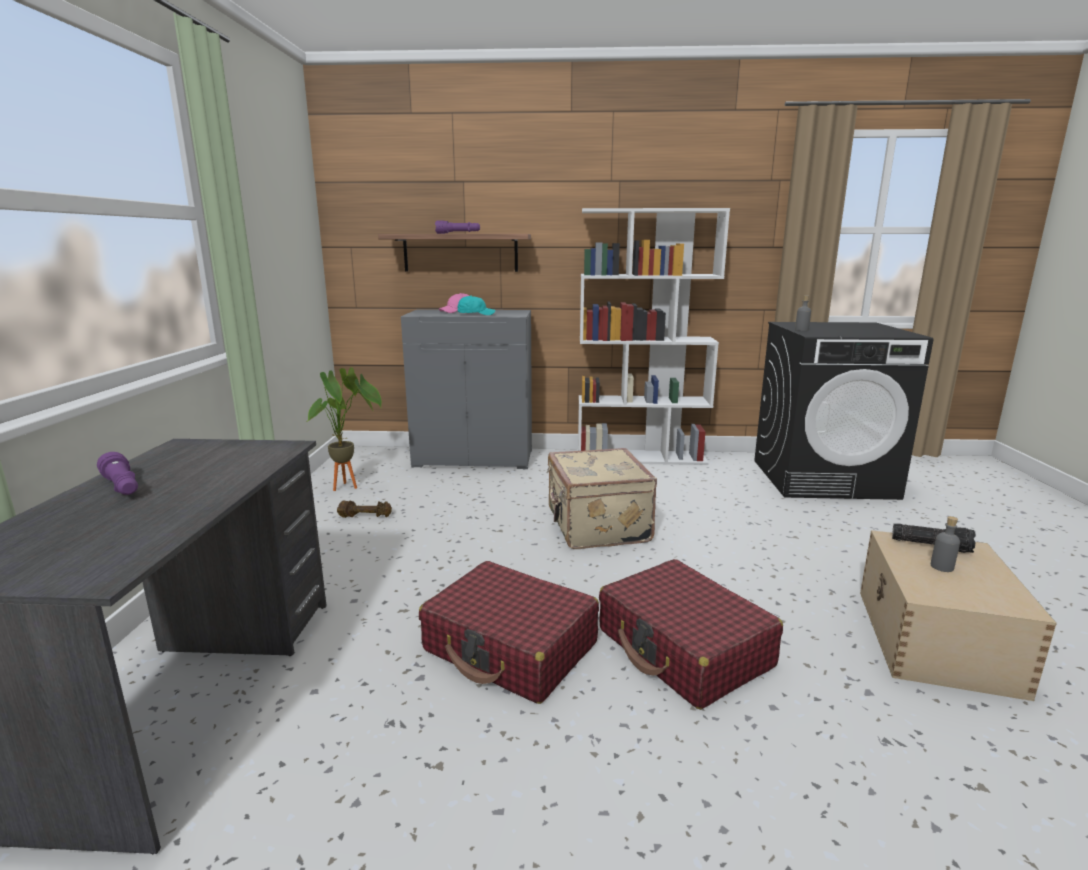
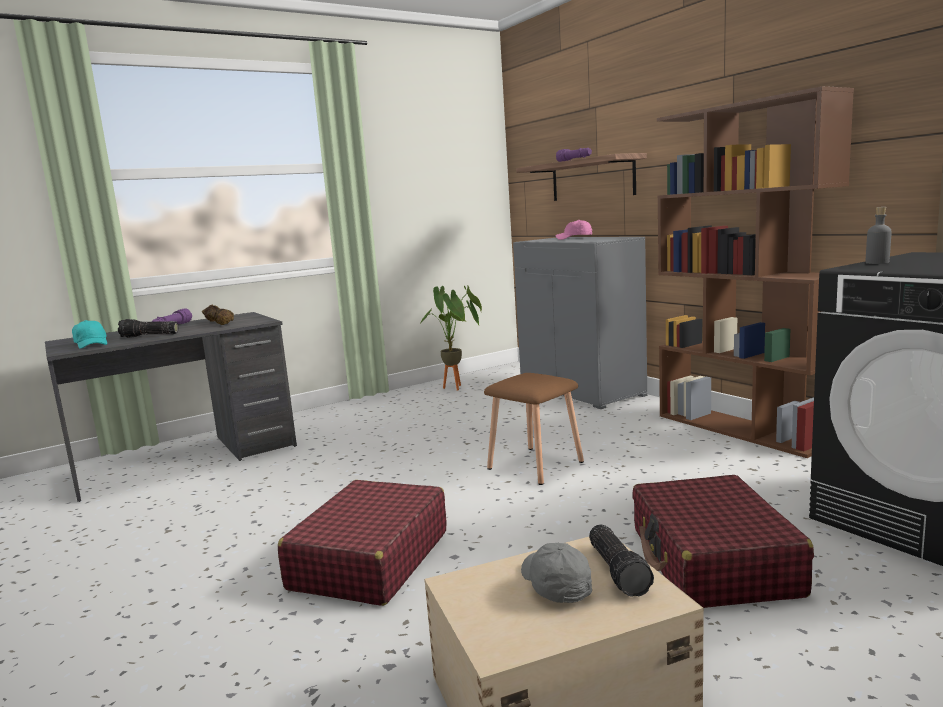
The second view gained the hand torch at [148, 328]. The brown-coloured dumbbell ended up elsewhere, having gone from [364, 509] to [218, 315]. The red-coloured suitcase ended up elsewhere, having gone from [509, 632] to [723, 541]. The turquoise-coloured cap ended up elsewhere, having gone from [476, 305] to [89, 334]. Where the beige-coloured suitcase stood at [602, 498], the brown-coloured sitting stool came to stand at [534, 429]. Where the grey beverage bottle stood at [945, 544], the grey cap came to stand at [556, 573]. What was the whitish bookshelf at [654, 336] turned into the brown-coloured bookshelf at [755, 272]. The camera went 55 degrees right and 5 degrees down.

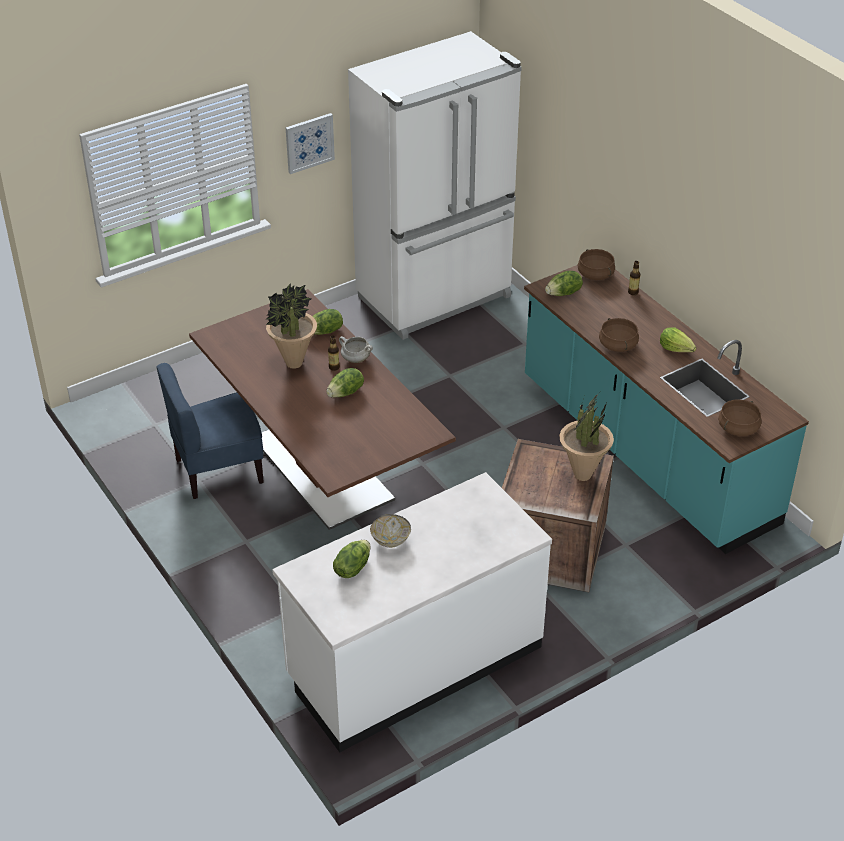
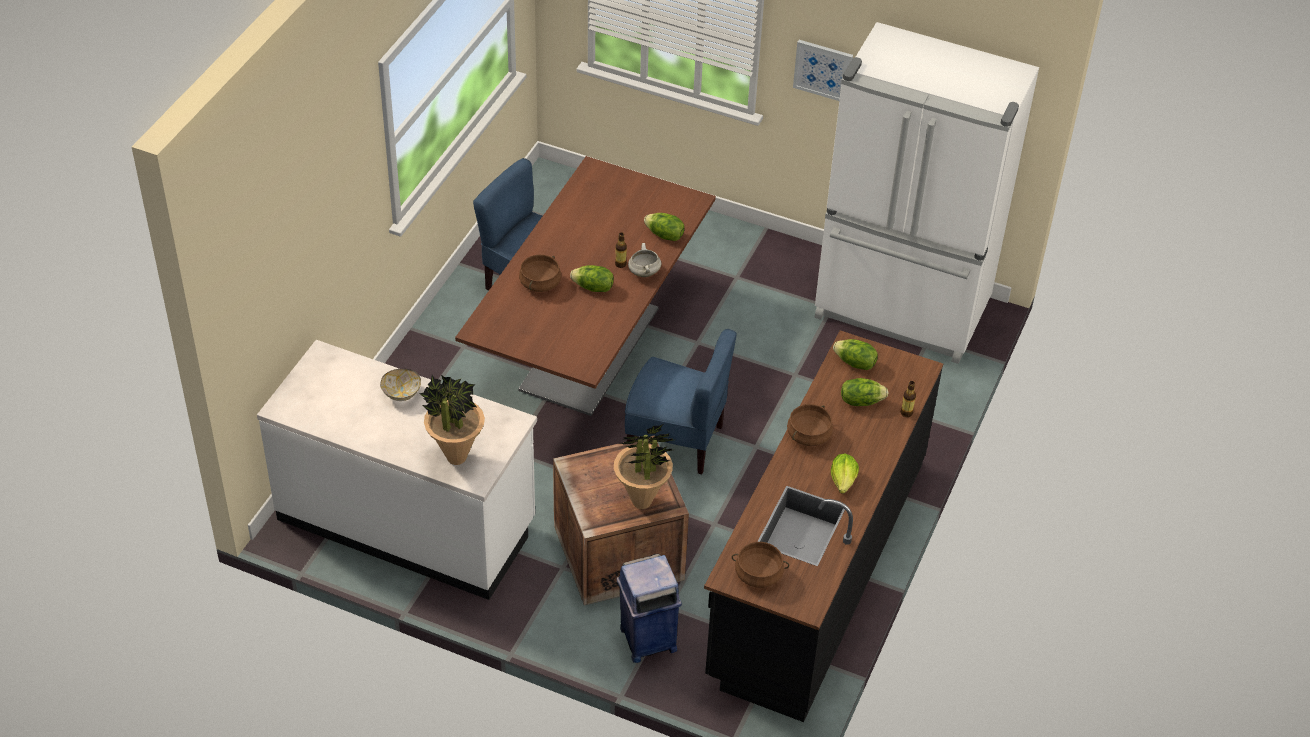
The second view gained the bluish waste bin at [649, 608]. The second view gained the bluish plain chair at [681, 401]. The potted plant ended up elsewhere, having gone from [291, 326] to [452, 420]. The lettuce ended up elsewhere, having gone from [352, 559] to [864, 392]. The brown-coloured stockpot ended up elsewhere, having gone from [596, 264] to [540, 273]. What was the turquoise-coloured counter at [666, 409] turned into the blackish counter at [823, 526]. The camera went 55 degrees right and 5 degrees up.

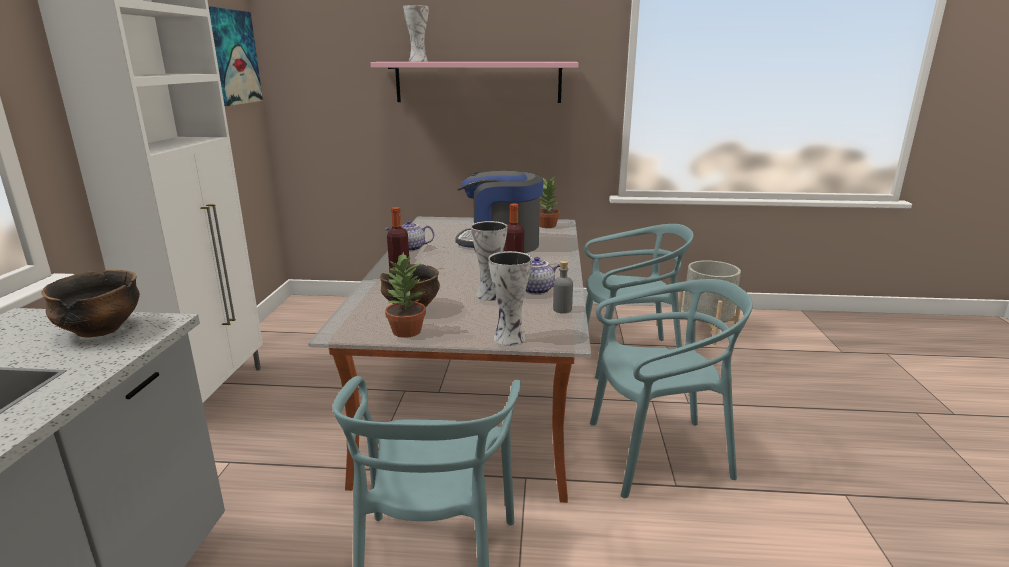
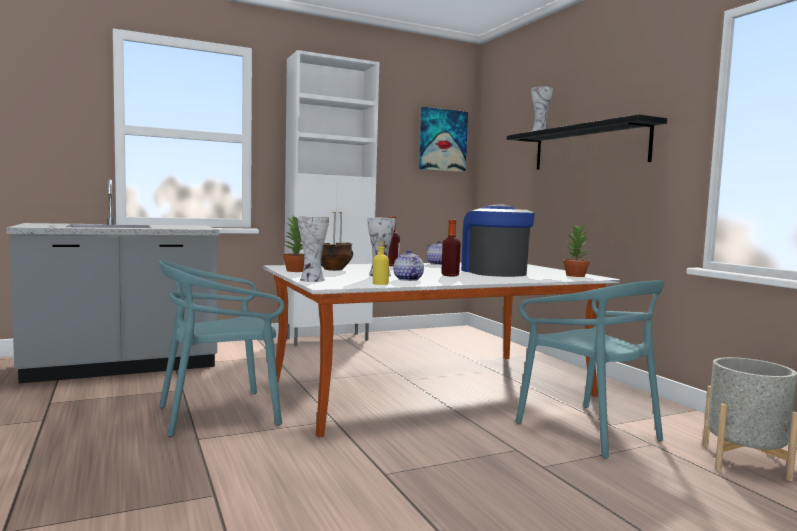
The second view lost the serving bowl at [90, 303]. The second view lost the turquoise-coloured plain chair at [671, 388]. What was the pink-coloured bracket shelf at [475, 82] turned into the blackish bracket shelf at [587, 142]. What was the grey beverage bottle at [563, 286] turned into the yellow-coloured beverage bottle at [381, 263]. The camera went 60 degrees right and 15 degrees down.

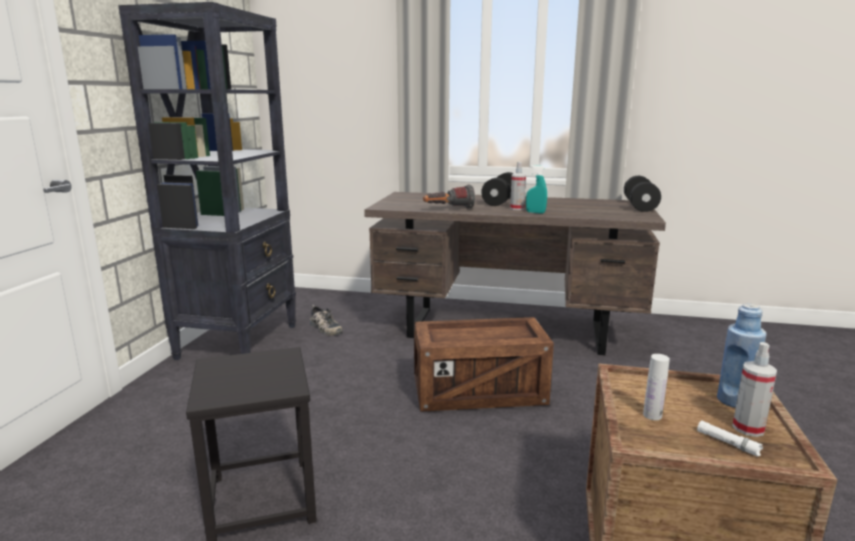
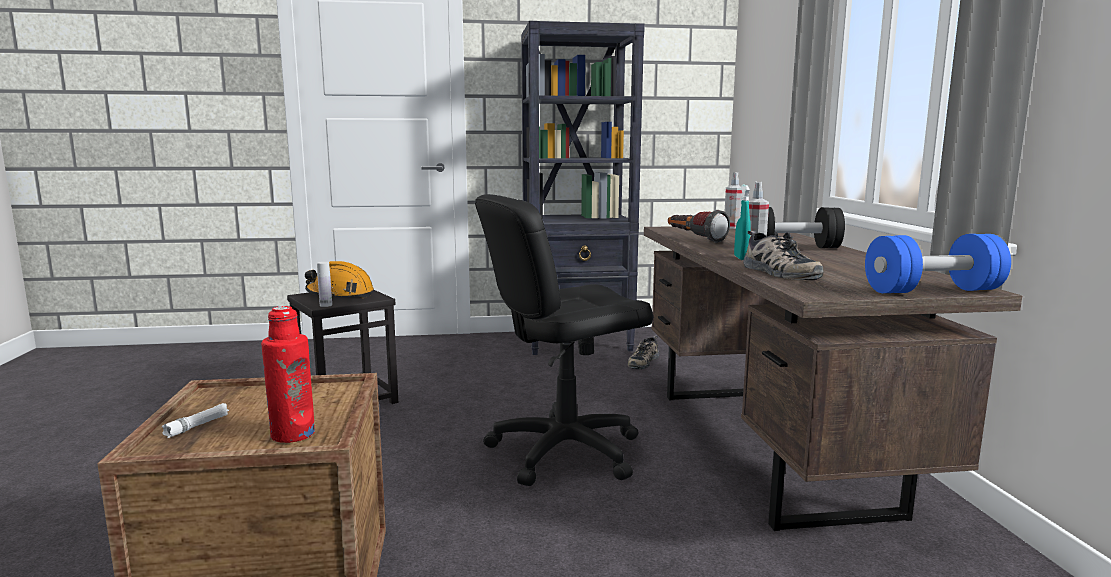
The second view gained the orange work helmet at [339, 279]. The second view gained the shoe at [783, 255]. The whitish beverage bottle ended up elsewhere, having gone from [656, 387] to [324, 284]. The hand sprayer ended up elsewhere, having gone from [754, 389] to [733, 200]. Where the crate stood at [484, 364], the blackish office chair came to stand at [564, 340]. What was the blackish dumbbell at [642, 194] turned into the bluish dumbbell at [938, 263]. What was the bluish beverage bottle at [742, 356] turned into the red-coloured beverage bottle at [288, 374]. The camera went 70 degrees right and 5 degrees down.

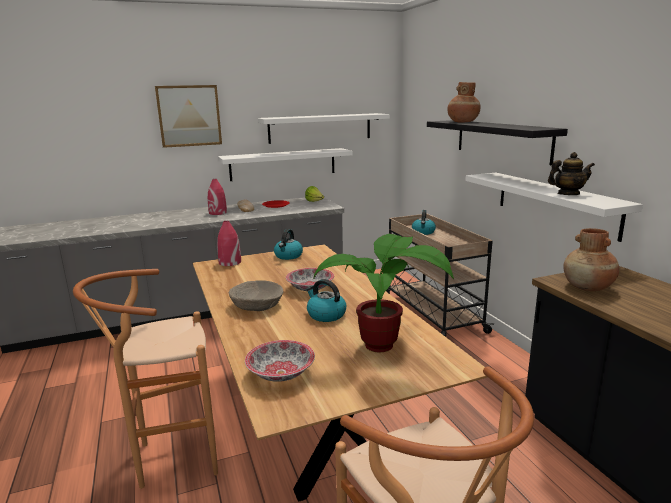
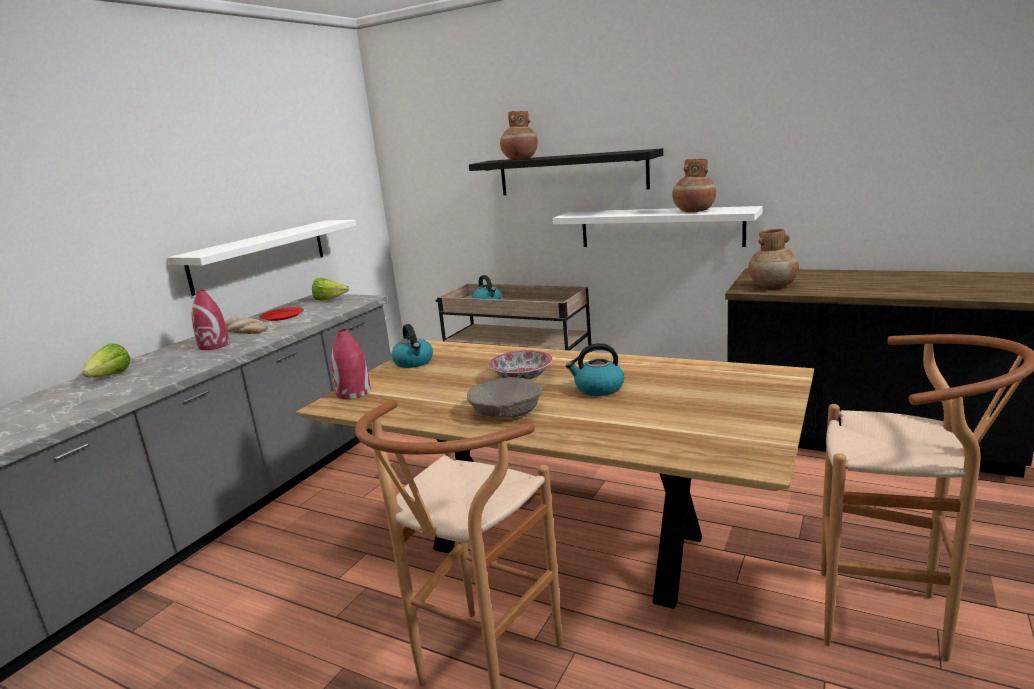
The second view lost the wall art at [188, 116]. The second view lost the serving bowl at [280, 361]. The second view lost the whitish bracket shelf at [324, 128]. The second view lost the potted plant at [384, 293]. The second view gained the lettuce at [106, 360]. Where the tea pot stood at [571, 173], the brown-coloured decorative vase came to stand at [694, 185]. The camera went 40 degrees left and 0 degrees up.

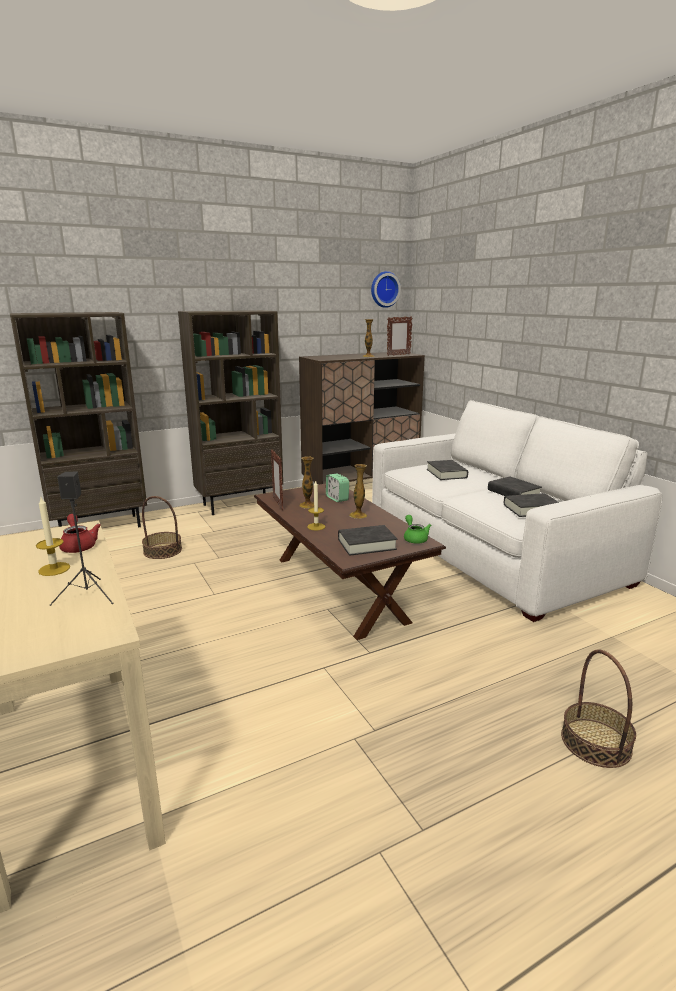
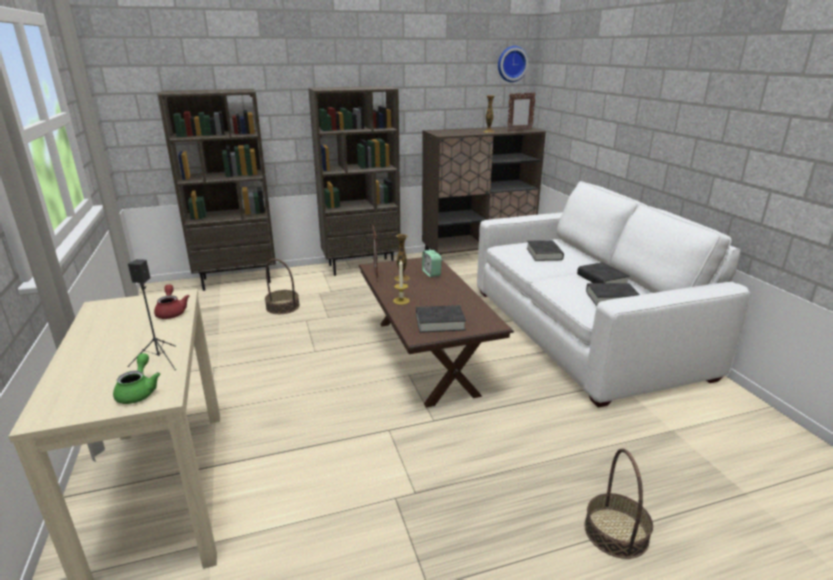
The second view lost the wax candle at [53, 536]. The second view lost the decorative vase at [358, 491]. The greenish tea pot ended up elsewhere, having gone from [417, 529] to [136, 378]. The camera went 10 degrees right and 5 degrees up.

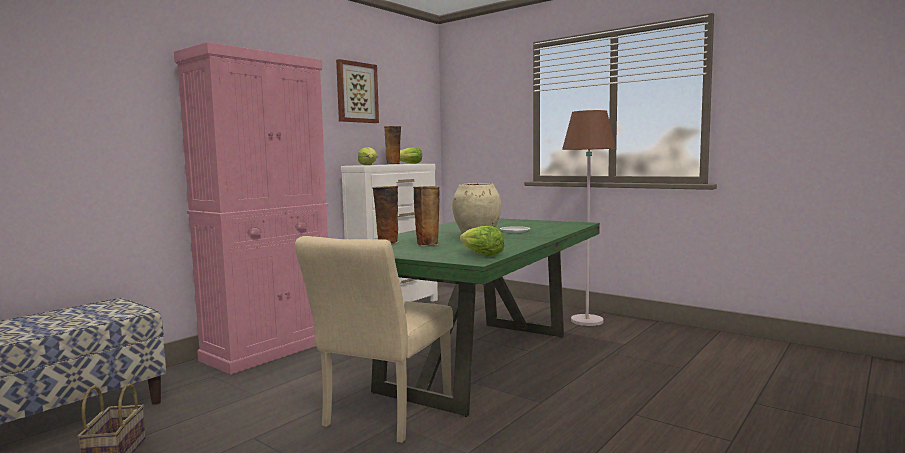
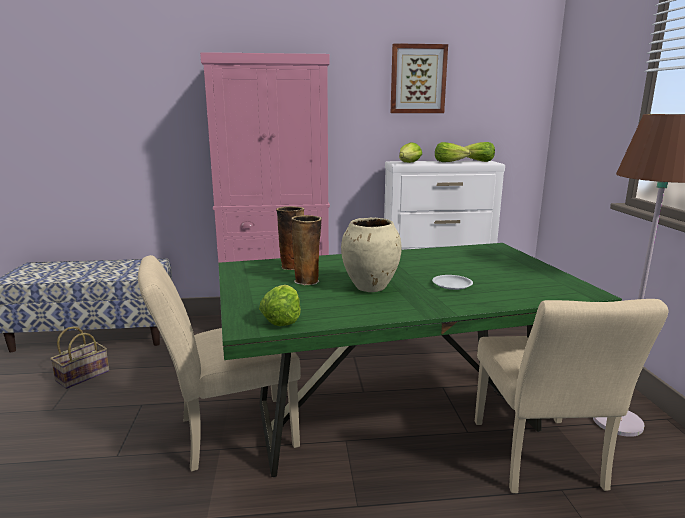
The second view gained the beige-coloured plain chair at [571, 396]. Where the decorative vase stood at [392, 145], the lettuce came to stand at [453, 152]. The camera went 45 degrees right and 10 degrees up.

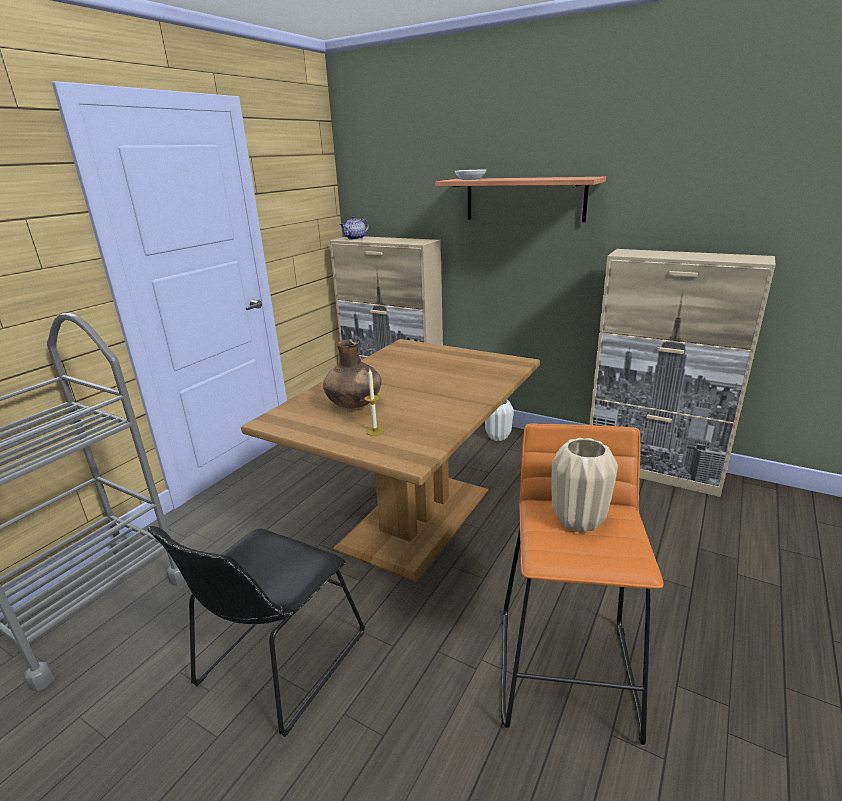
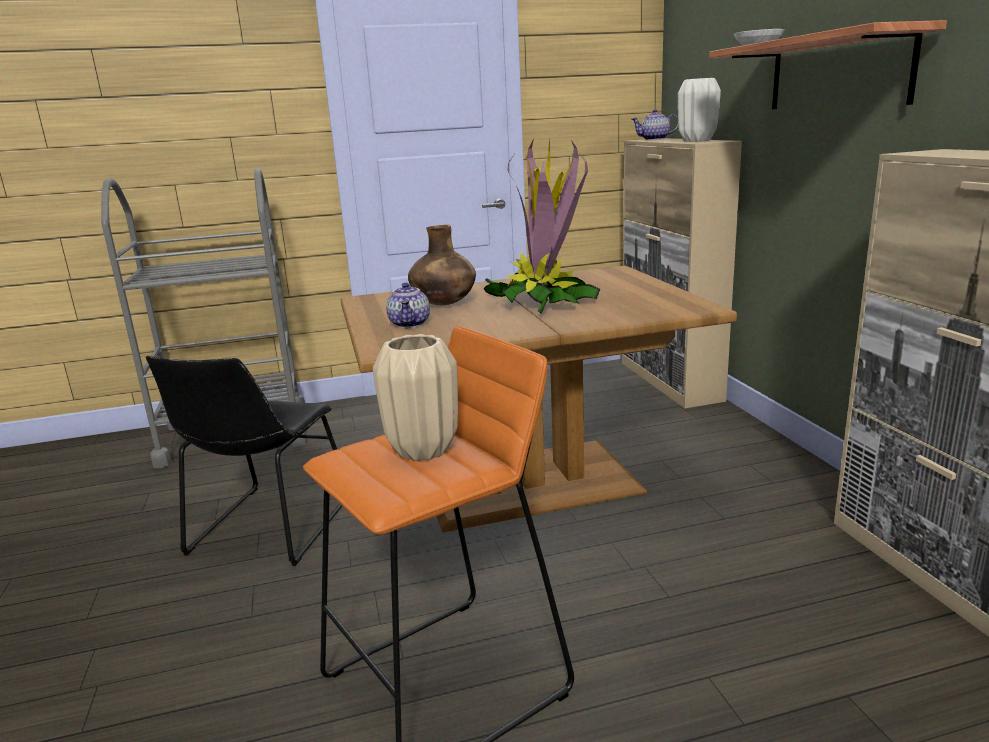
The second view gained the potted plant at [542, 226]. The whitish decorative vase ended up elsewhere, having gone from [499, 420] to [699, 110]. Where the wax candle stood at [374, 402], the tea pot came to stand at [408, 305]. The blackish plain chair at [256, 631] ended up facing another way, 60 degrees counterclockwise from before. The camera went 45 degrees right and 5 degrees down.

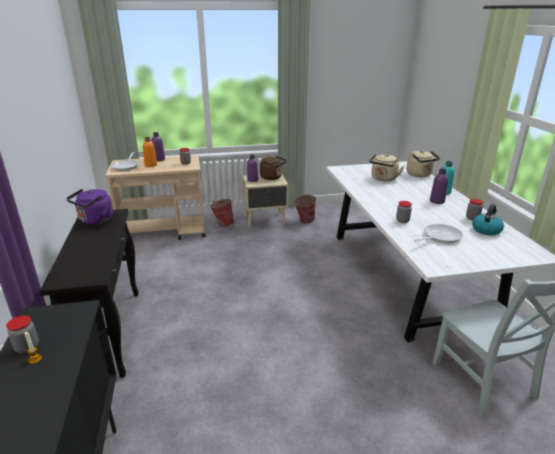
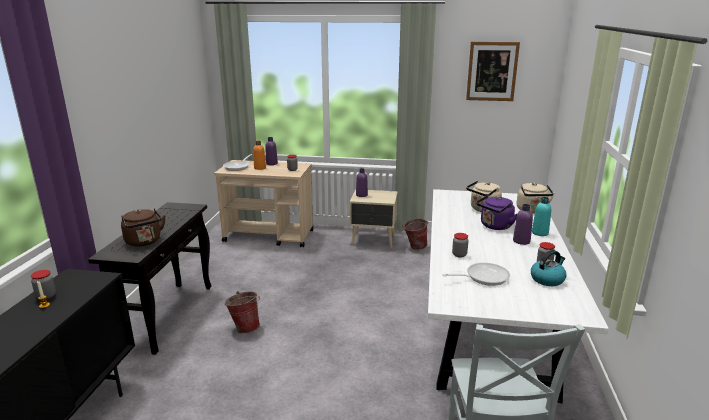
The second view gained the wall art at [493, 71]. The purple tea kettle ended up elsewhere, having gone from [89, 207] to [496, 212]. The bucket ended up elsewhere, having gone from [222, 213] to [242, 312]. The brown-coloured tea kettle ended up elsewhere, having gone from [273, 168] to [143, 227]. The camera went 20 degrees right and 5 degrees down.

